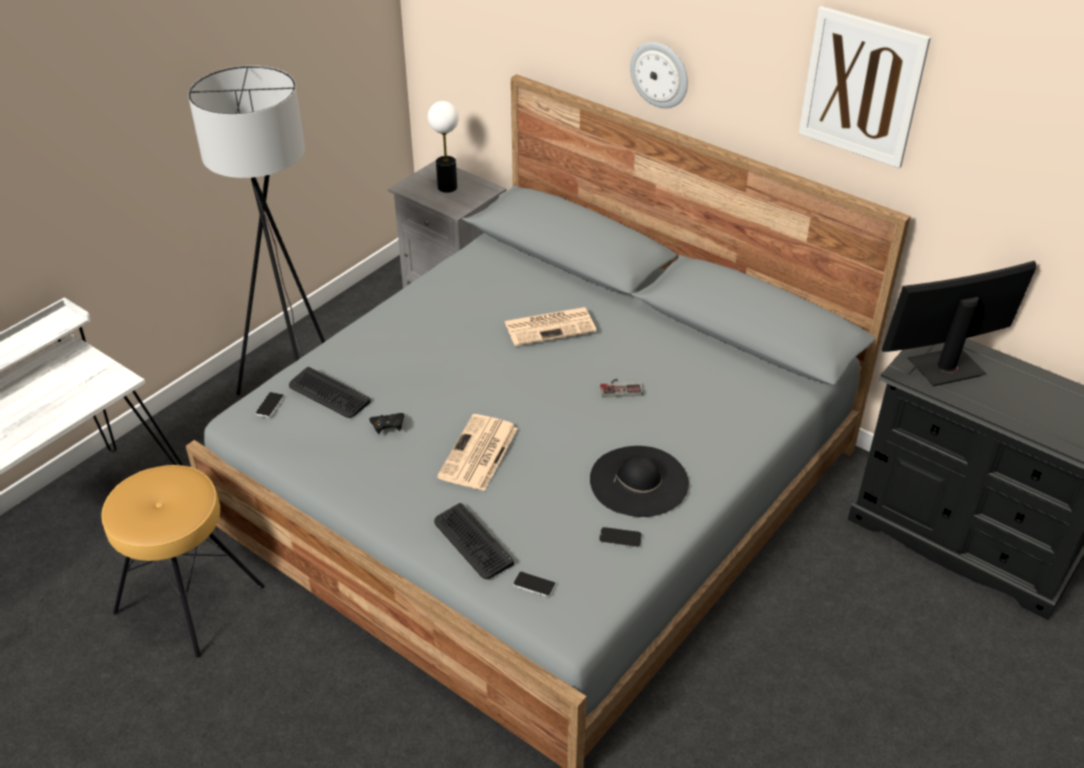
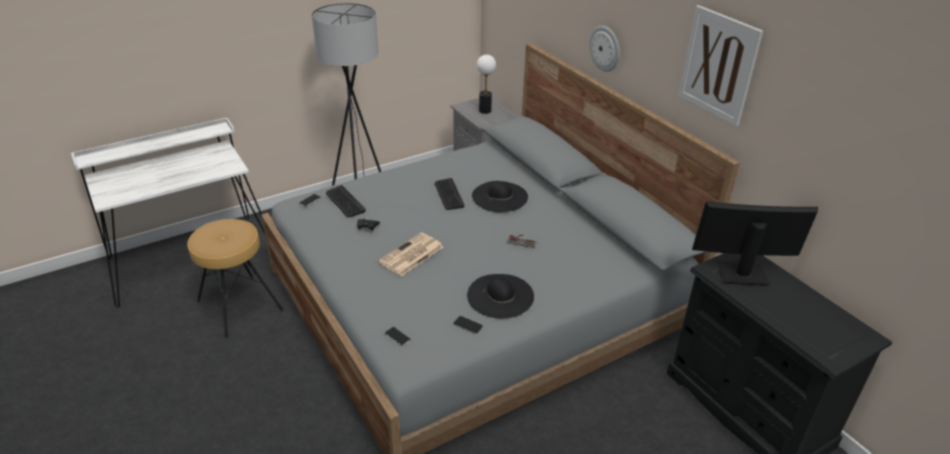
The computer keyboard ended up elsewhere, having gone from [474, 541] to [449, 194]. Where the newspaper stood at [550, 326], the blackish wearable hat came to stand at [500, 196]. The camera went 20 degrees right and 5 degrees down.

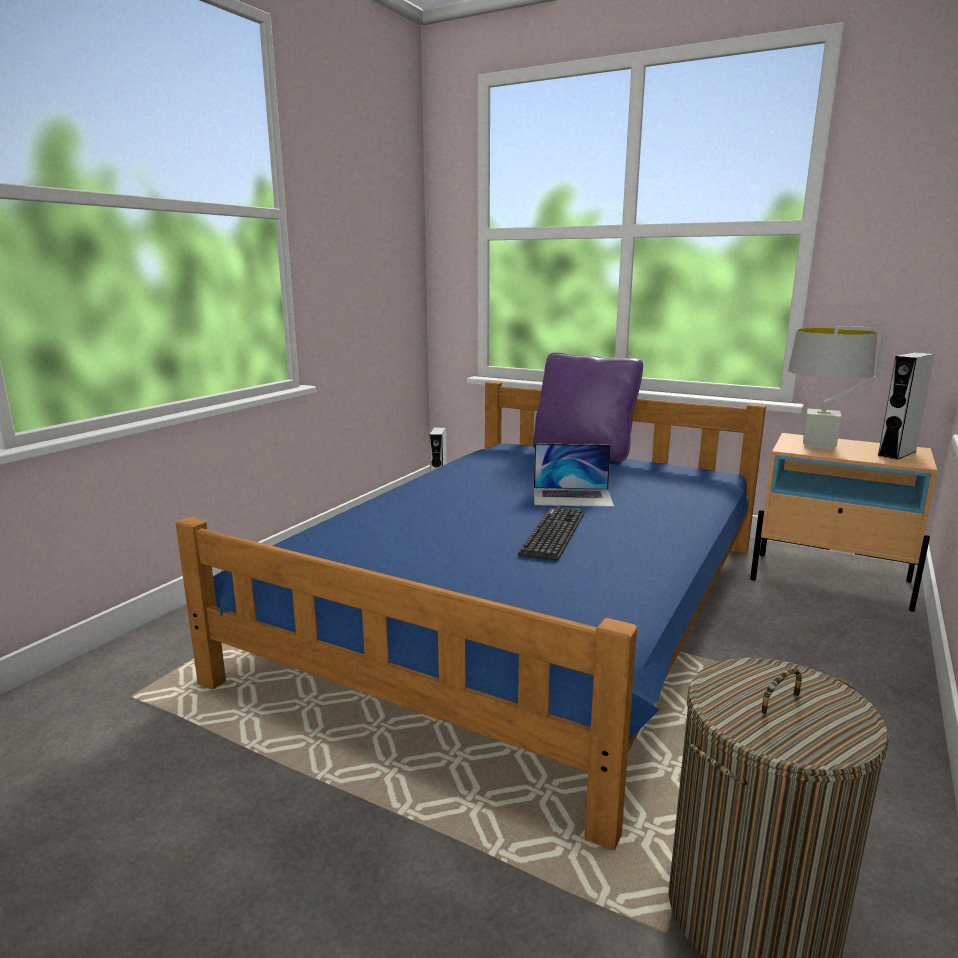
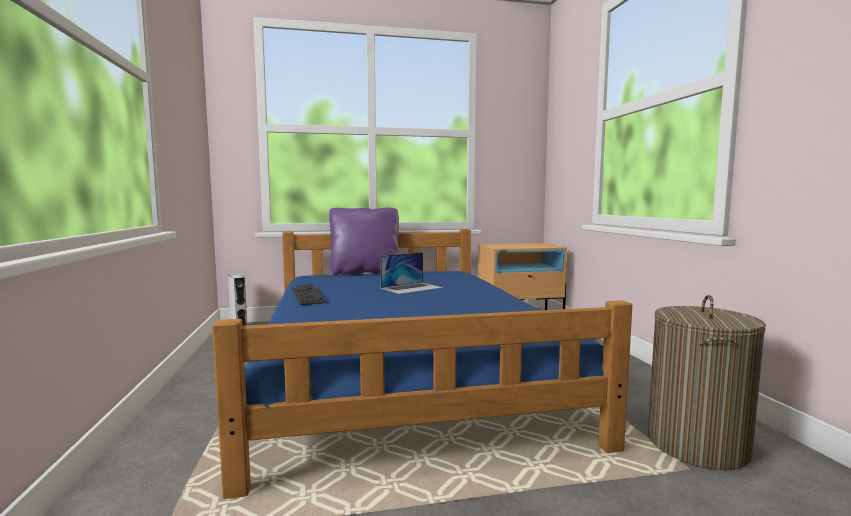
The second view lost the grey lamp for a table at [838, 388]. The second view lost the grey loudspeaker at [906, 406]. The computer keyboard ended up elsewhere, having gone from [551, 533] to [308, 294]. The camera went 40 degrees left and 10 degrees down.

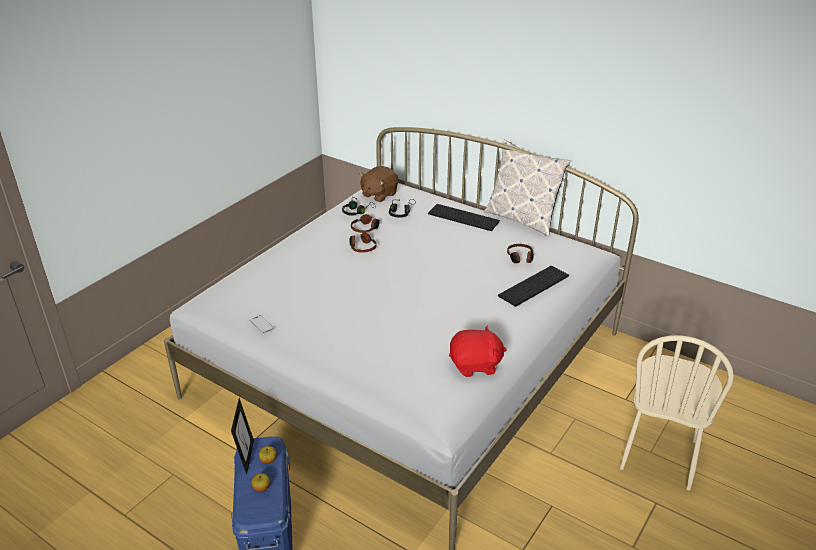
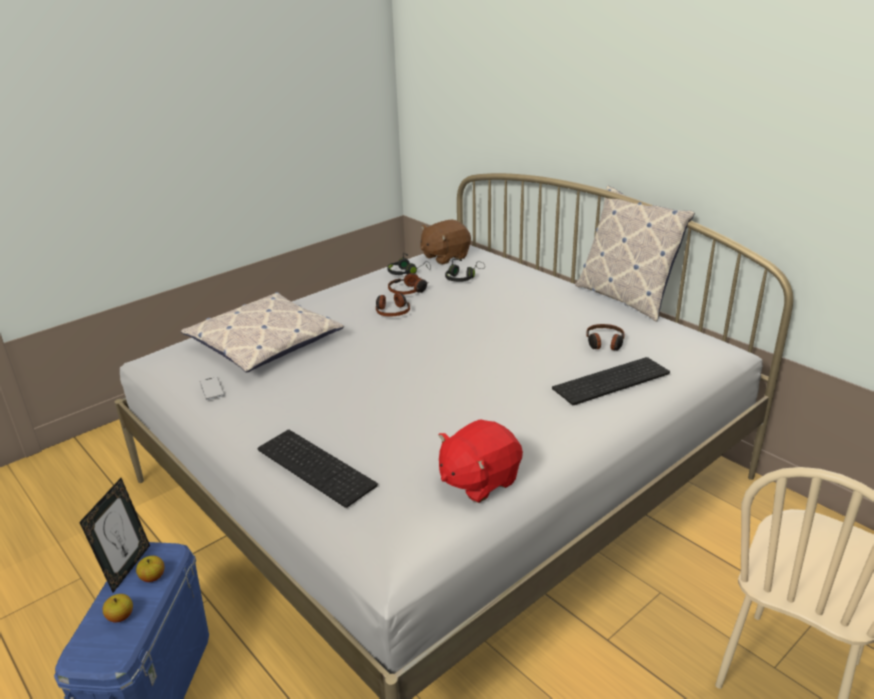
The second view gained the cushion at [262, 332]. The computer keyboard ended up elsewhere, having gone from [464, 217] to [318, 469]. The red-coloured soft toy at [478, 351] ended up facing another way, 135 degrees clockwise from before. The camera went 15 degrees right and 5 degrees down.

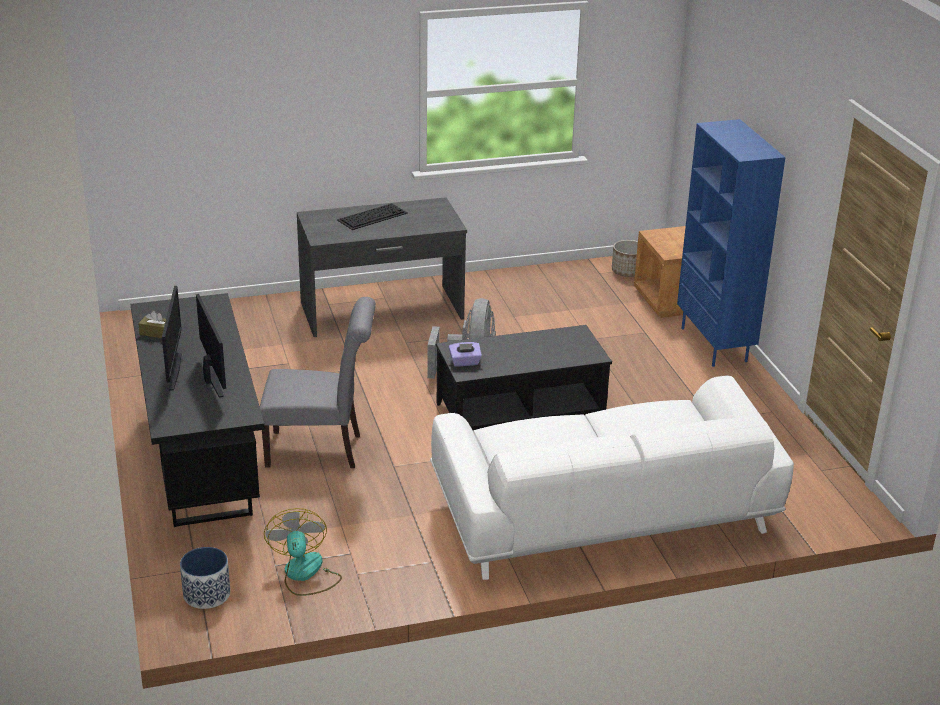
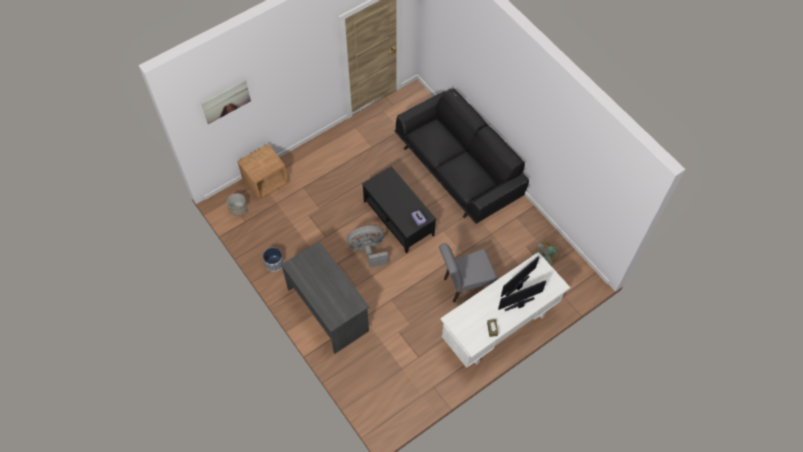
The second view lost the computer keyboard at [372, 216]. The second view lost the bluish bookshelf at [731, 243]. The second view gained the wall art at [226, 102]. The flower pot ended up elsewhere, having gone from [205, 578] to [273, 259]. What was the blackish desk unit at [197, 410] turned into the whitish desk unit at [505, 310]. What was the whitish settee at [612, 477] turned into the blackish settee at [461, 156]. The grey plain chair at [318, 382] ended up facing another way, 90 degrees counterclockwise from before. The camera went 110 degrees left and 30 degrees up.

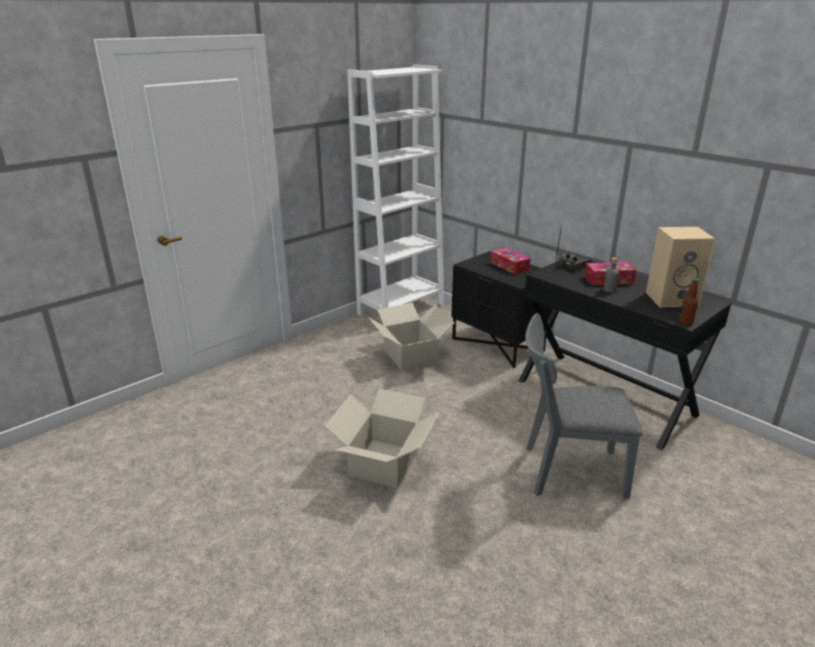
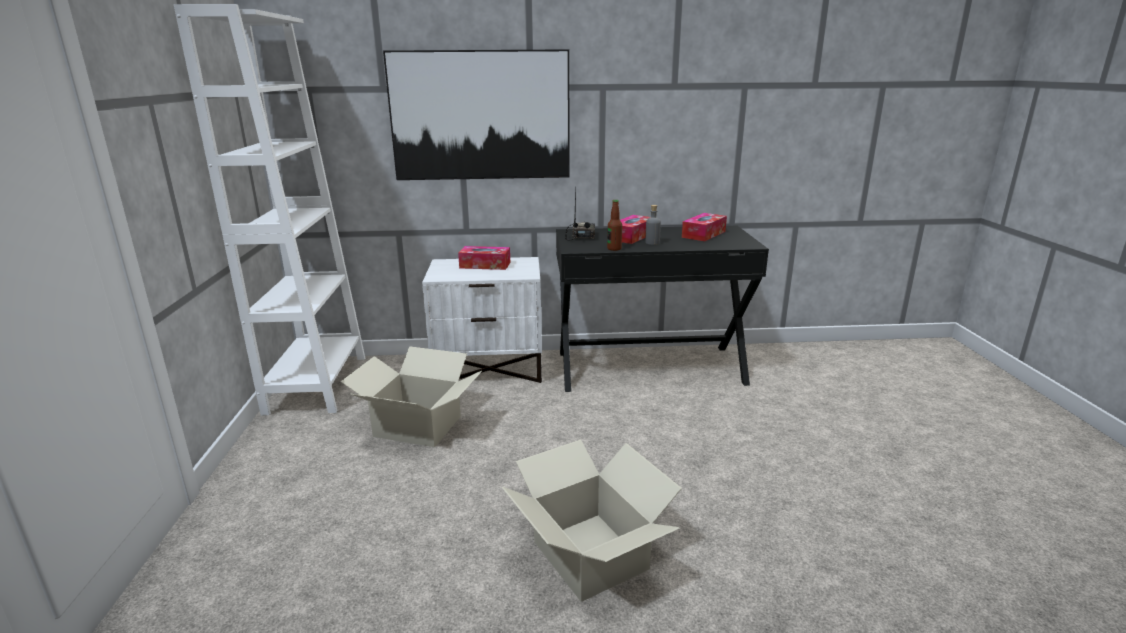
The second view lost the grey plain chair at [584, 406]. The second view gained the wall art at [476, 114]. The beverage bottle ended up elsewhere, having gone from [689, 301] to [614, 225]. Where the beige-coloured loudspeaker stood at [680, 267], the tissue holder came to stand at [704, 227]. What was the blackish bedside table at [502, 309] turned into the whitish bedside table at [482, 320]. The camera went 50 degrees left and 5 degrees down.

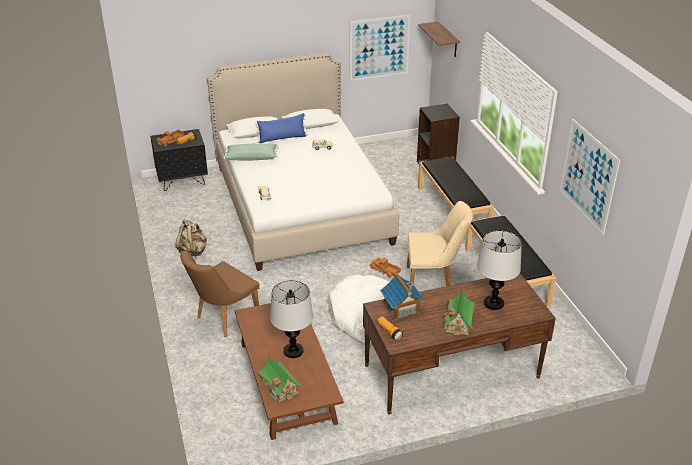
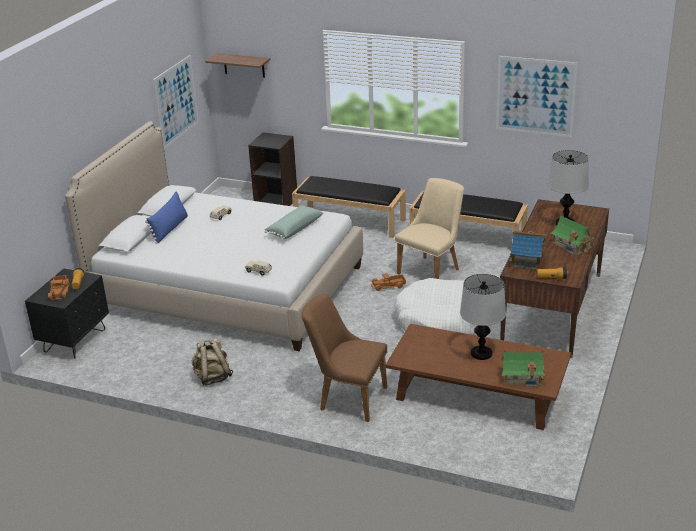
The greenish cushion ended up elsewhere, having gone from [251, 152] to [294, 222]. The brown-coloured plain chair at [219, 293] ended up facing another way, 120 degrees clockwise from before. The camera went 50 degrees left and 5 degrees down.

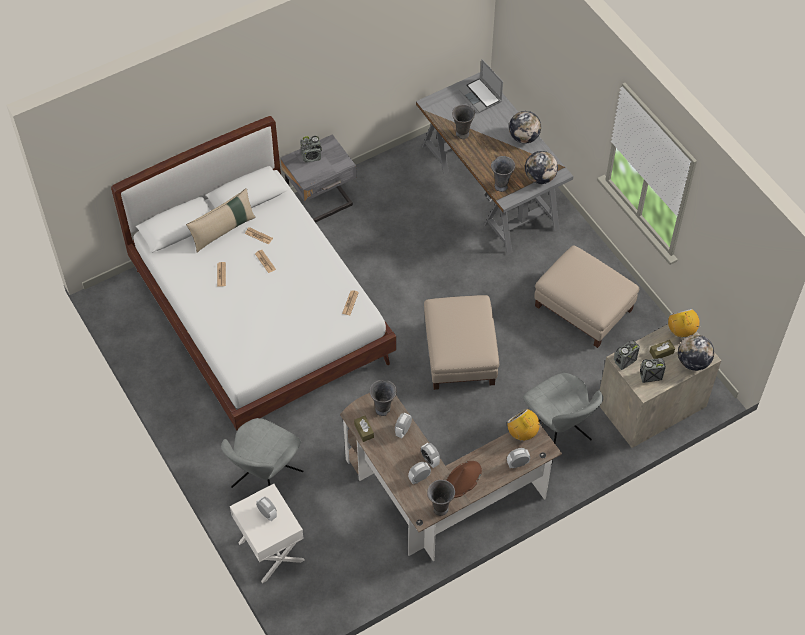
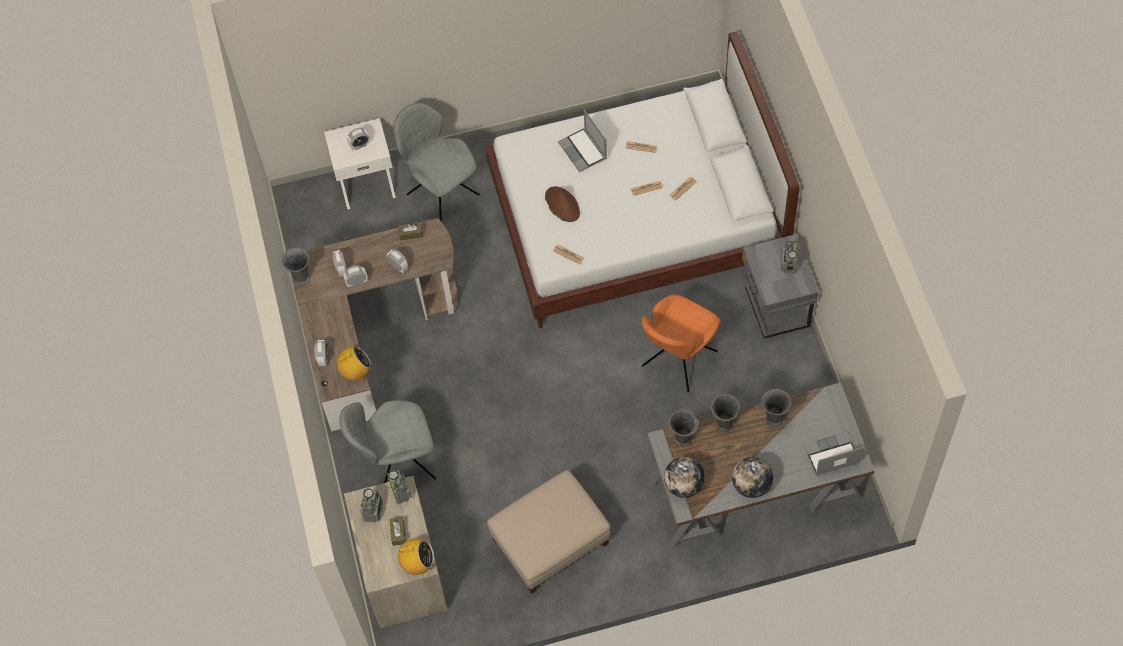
The second view lost the beige-coloured cushion at [221, 220]. The second view lost the beige-coloured ottoman at [461, 342]. The second view lost the globe at [696, 353]. The second view gained the laptop at [582, 141]. The second view gained the orange plain chair at [681, 343]. The grey decorative vase ended up elsewhere, having gone from [383, 398] to [725, 413]. The brown-coloured wearable hat ended up elsewhere, having gone from [464, 479] to [562, 204]. The camera went 110 degrees right and 5 degrees up.

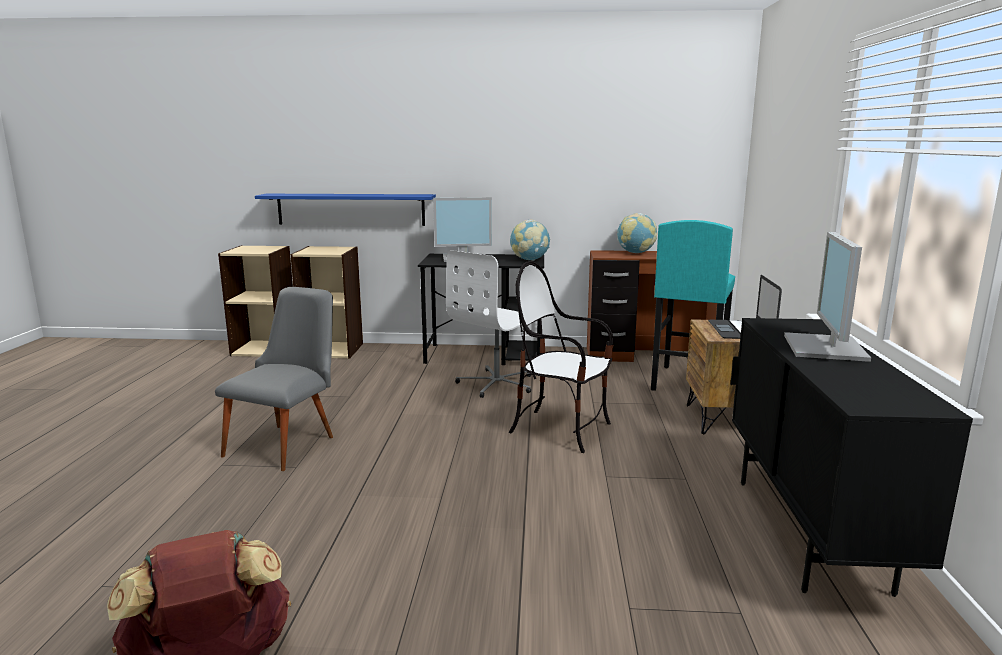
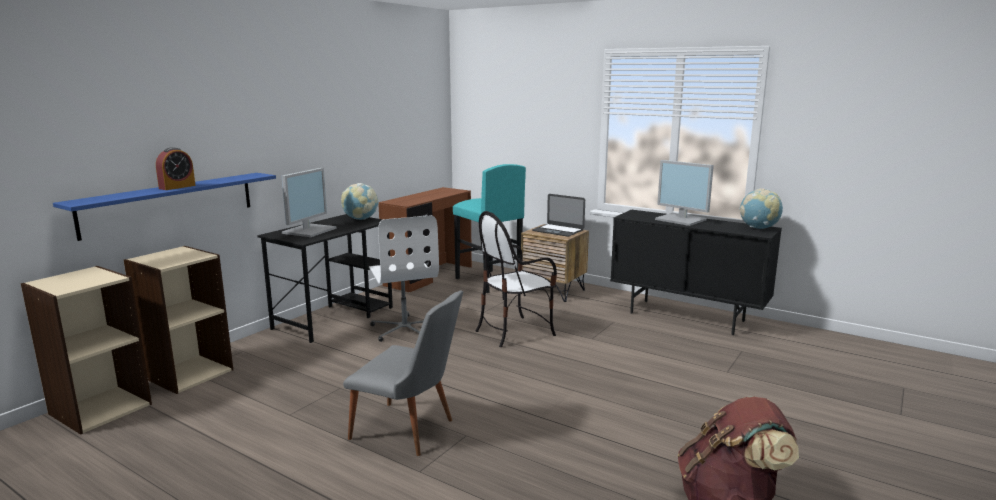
The second view gained the bedside clock at [176, 168]. The globe ended up elsewhere, having gone from [637, 233] to [761, 208]. The grey plain chair at [274, 379] ended up facing another way, 150 degrees clockwise from before. The camera went 60 degrees left and 0 degrees up.

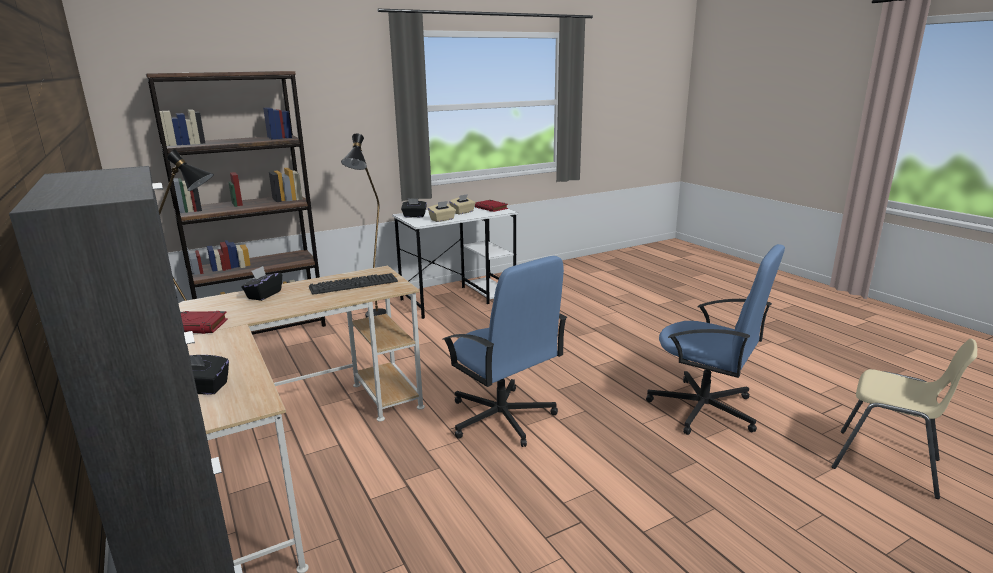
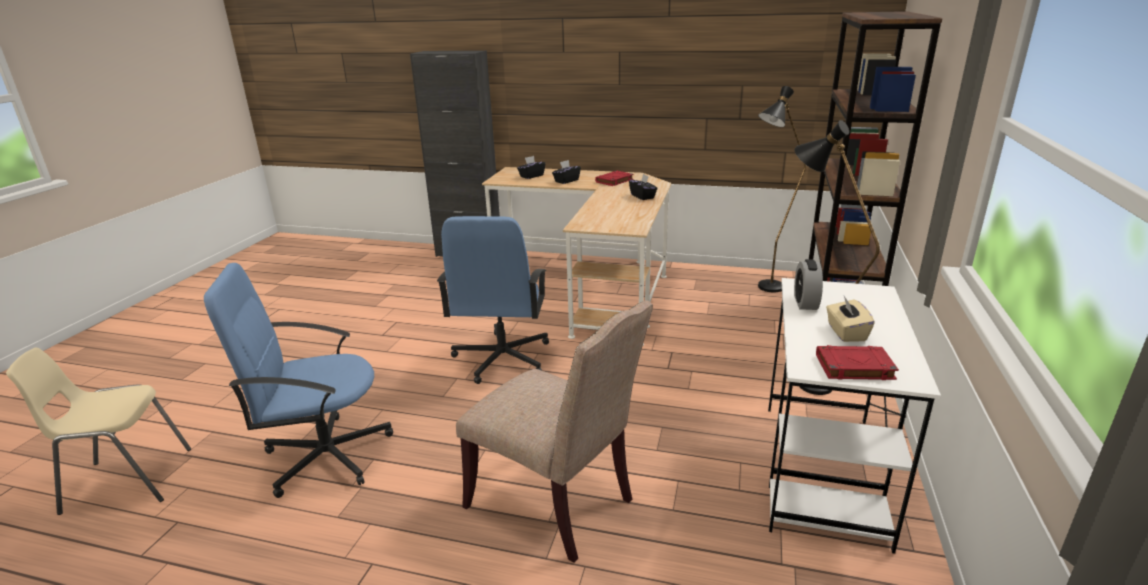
The second view lost the computer keyboard at [353, 284]. The second view gained the beige-coloured plain chair at [554, 431]. The blackish tissue holder ended up elsewhere, having gone from [414, 207] to [566, 172]. Where the beige-coloured tissue holder stood at [442, 211], the bedside clock came to stand at [808, 284]. The bluish office chair at [505, 351] ended up facing another way, 90 degrees counterclockwise from before. The camera went 135 degrees right and 5 degrees up.

